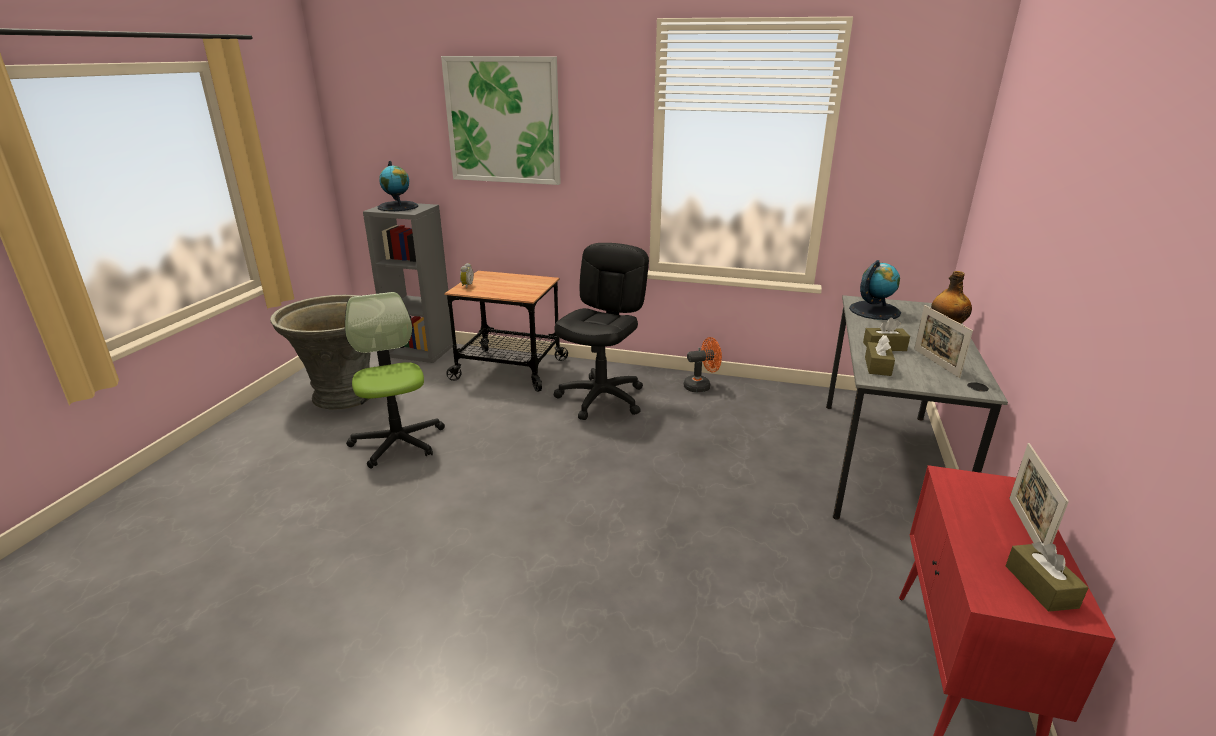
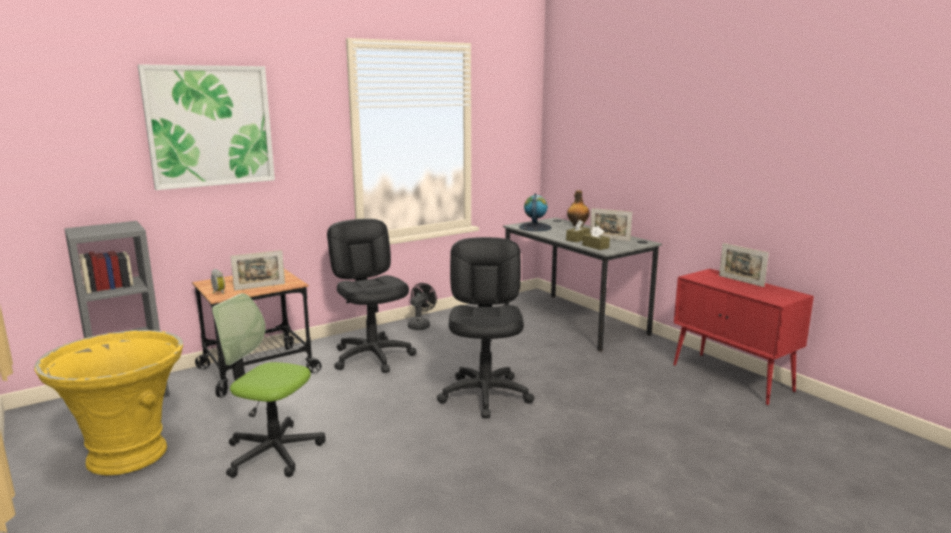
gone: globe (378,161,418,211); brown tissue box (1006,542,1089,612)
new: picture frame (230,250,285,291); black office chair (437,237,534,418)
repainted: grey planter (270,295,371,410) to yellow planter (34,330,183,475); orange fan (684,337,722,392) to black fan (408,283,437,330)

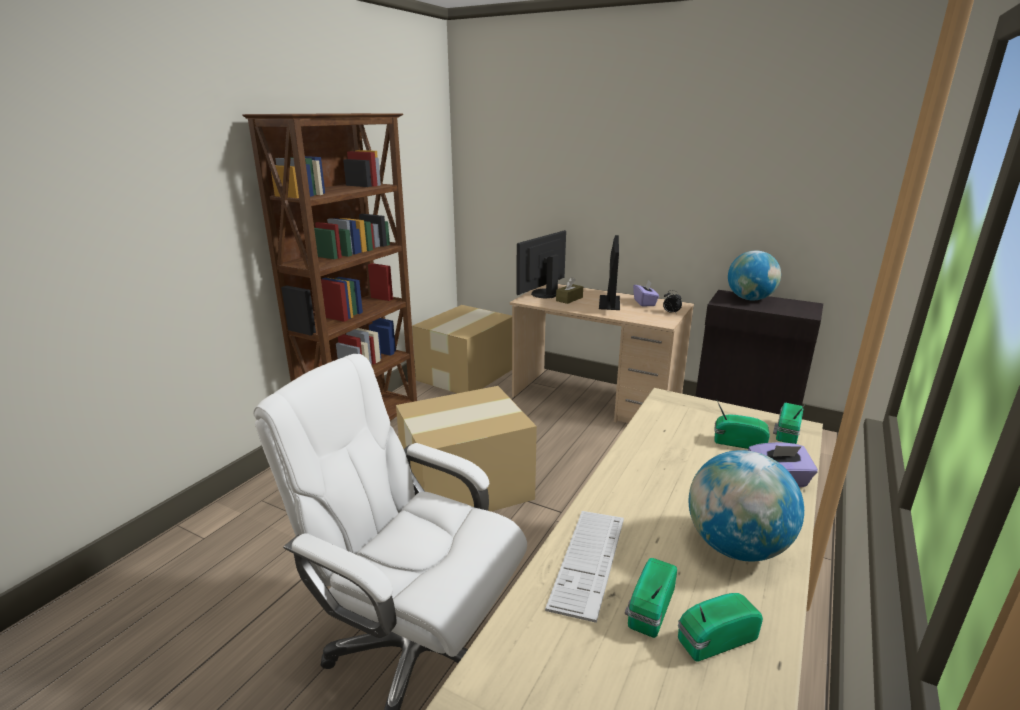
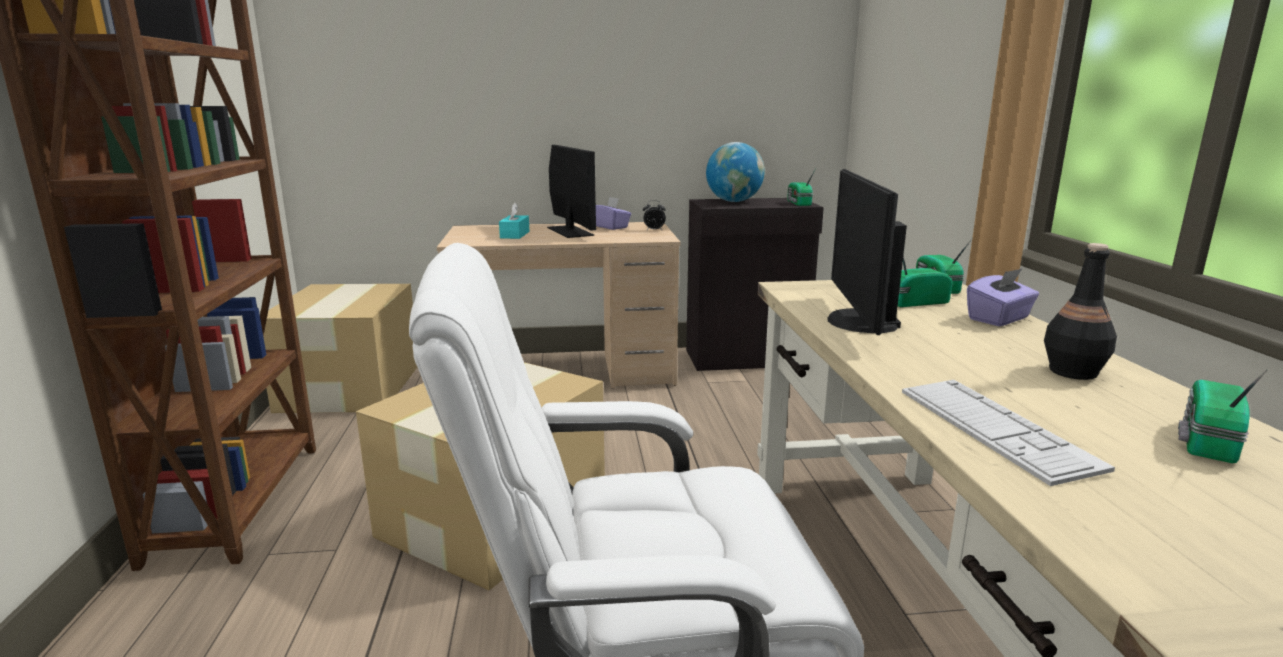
shifted: radio (625,558,677,638) to (787,170,815,206); monitor (516,230,566,299) to (827,169,907,335)
swapped: globe (689,450,804,561) to black bottle (1044,243,1117,380)
repainted: brown tissue box (556,277,583,304) to turquoise tissue box (499,202,530,239)

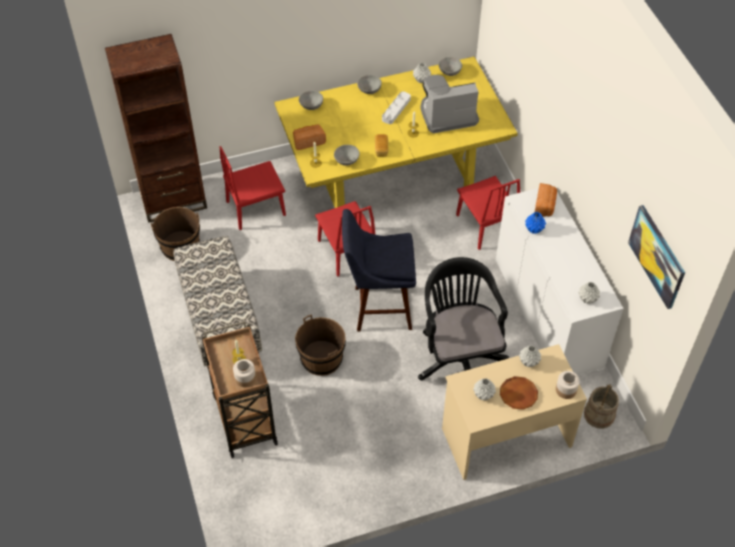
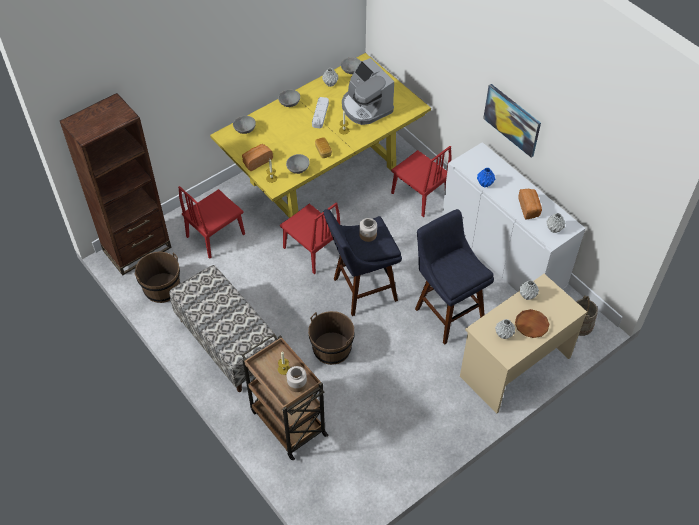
shifted: jar (556,371,580,399) to (359,218,377,242); picture (628,205,685,309) to (483,84,541,157); bread (535,183,557,217) to (518,189,542,219)
swapped: black office chair (418,257,509,380) to blue stool (415,209,494,344)
rotated: coffee machine (420,75,479,133) = (342,58,394,125) 90 degrees counterclockwise

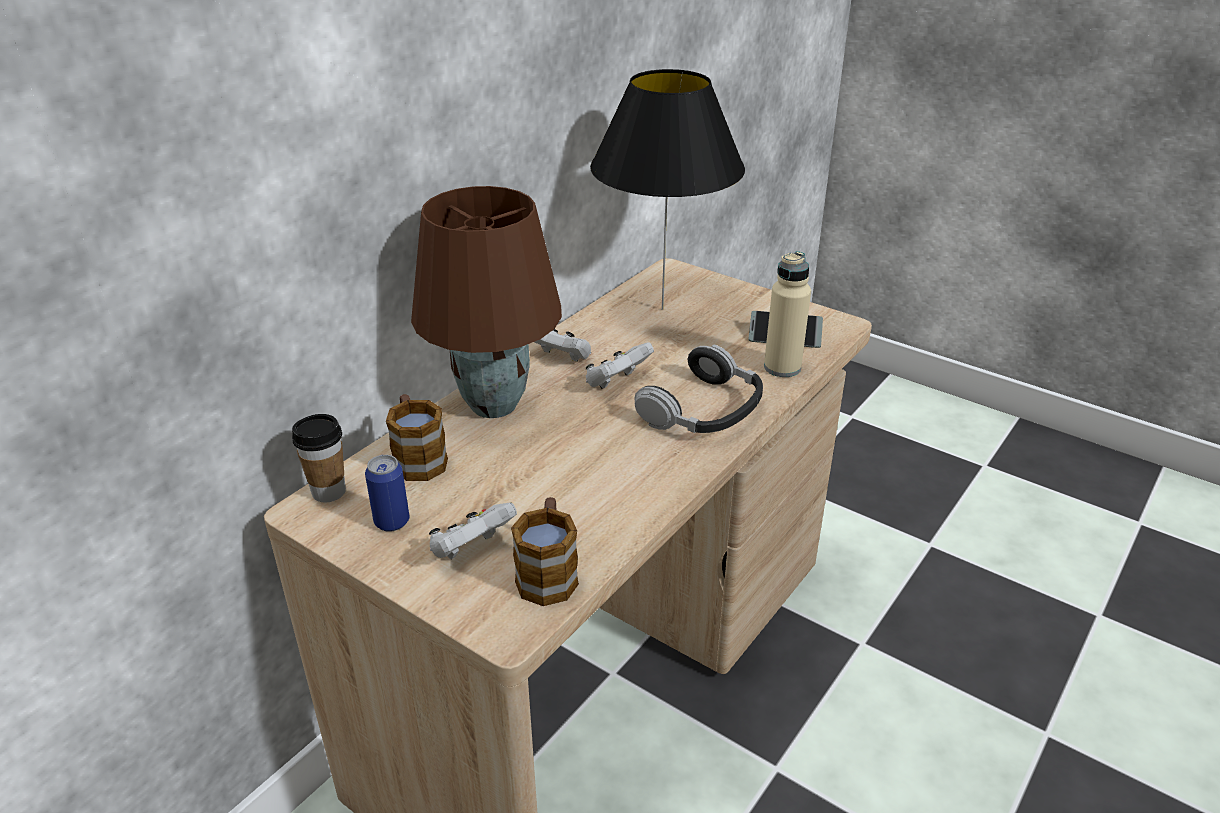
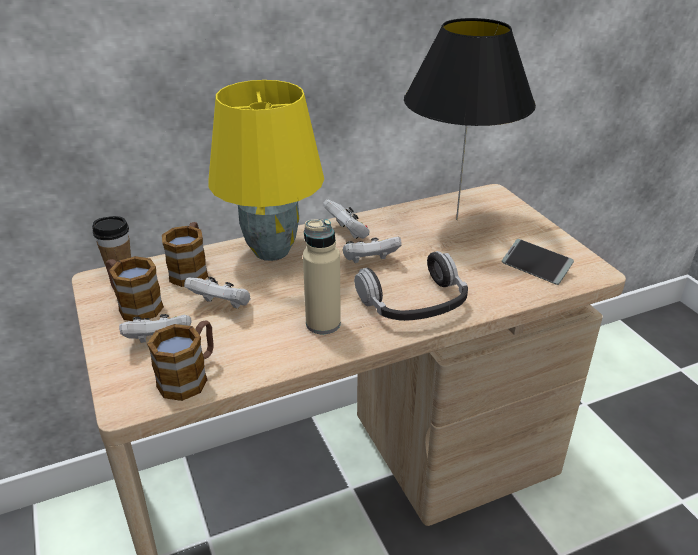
new: white game controller (184,277,251,309)
shifted: beige bottle (764,251,811,377) to (303,219,341,334)
swapped: can (365,455,409,532) to mug (106,256,164,321)
repainted: brown table lamp (411,186,562,418) to yellow table lamp (209,80,324,261)

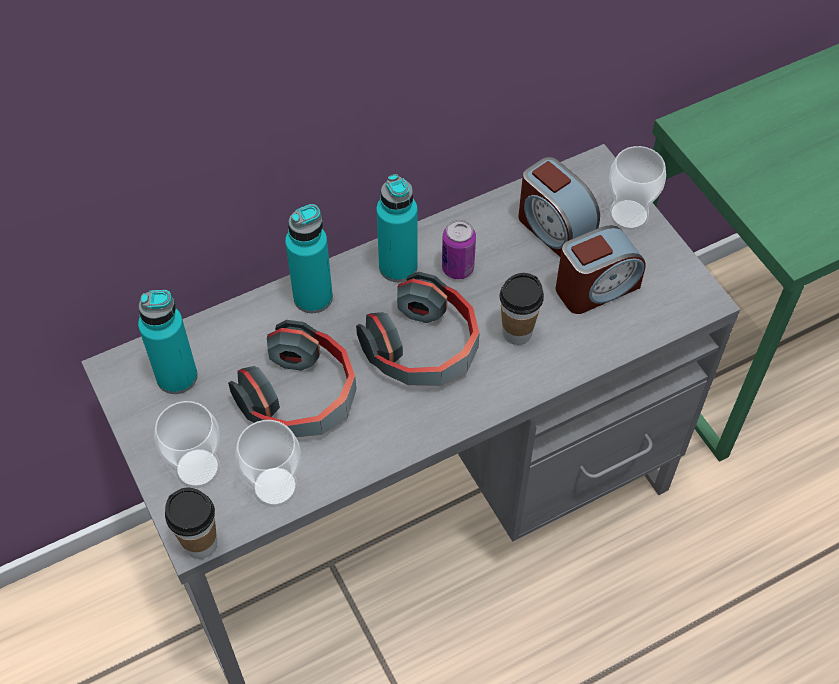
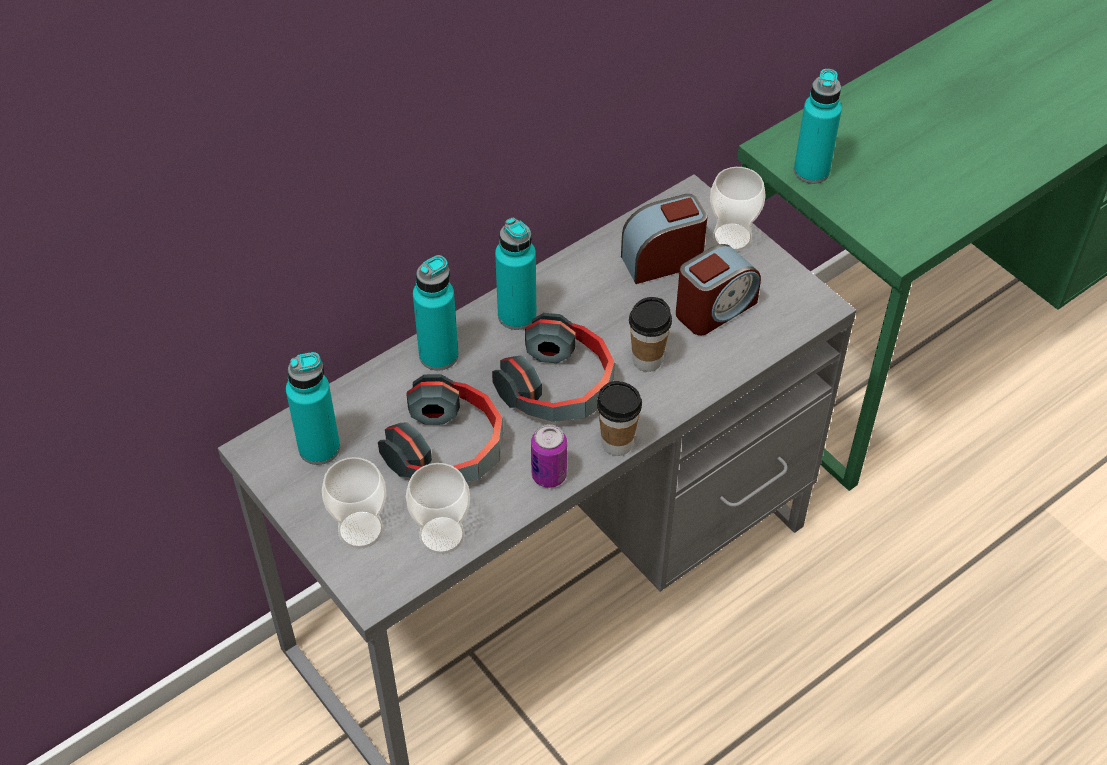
new: turquoise bottle (794,69,842,184)
shifted: can (442,220,476,279) to (531,424,567,488); cup (165,488,217,559) to (597,381,642,456)
rotated: alarm clock (518,157,600,257) = (621,194,708,284) 120 degrees clockwise

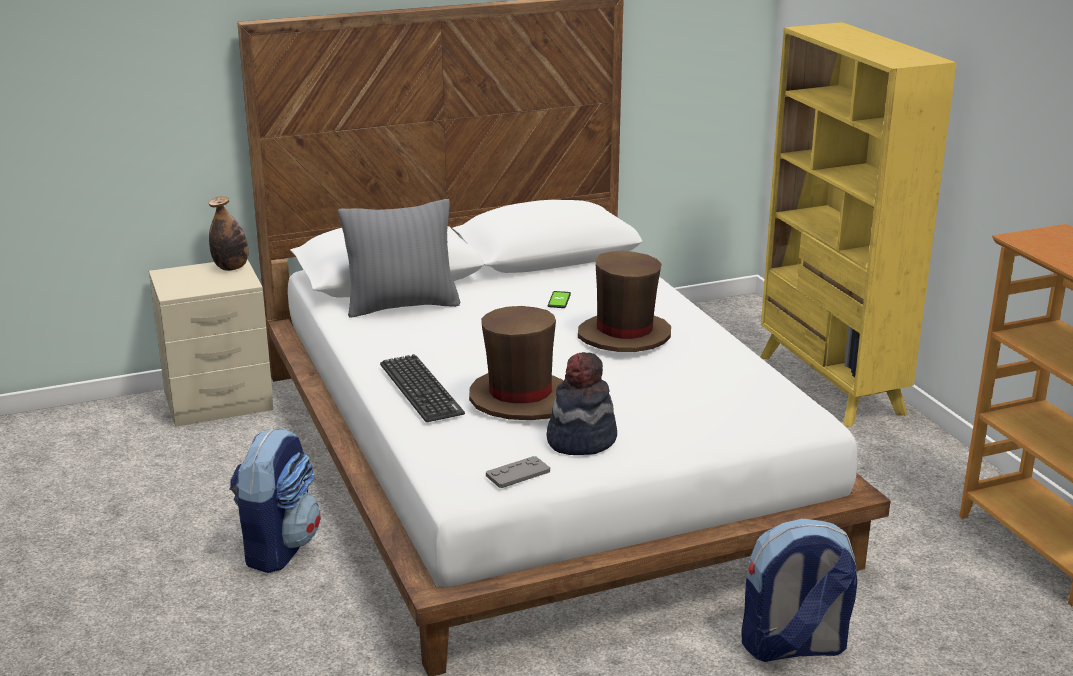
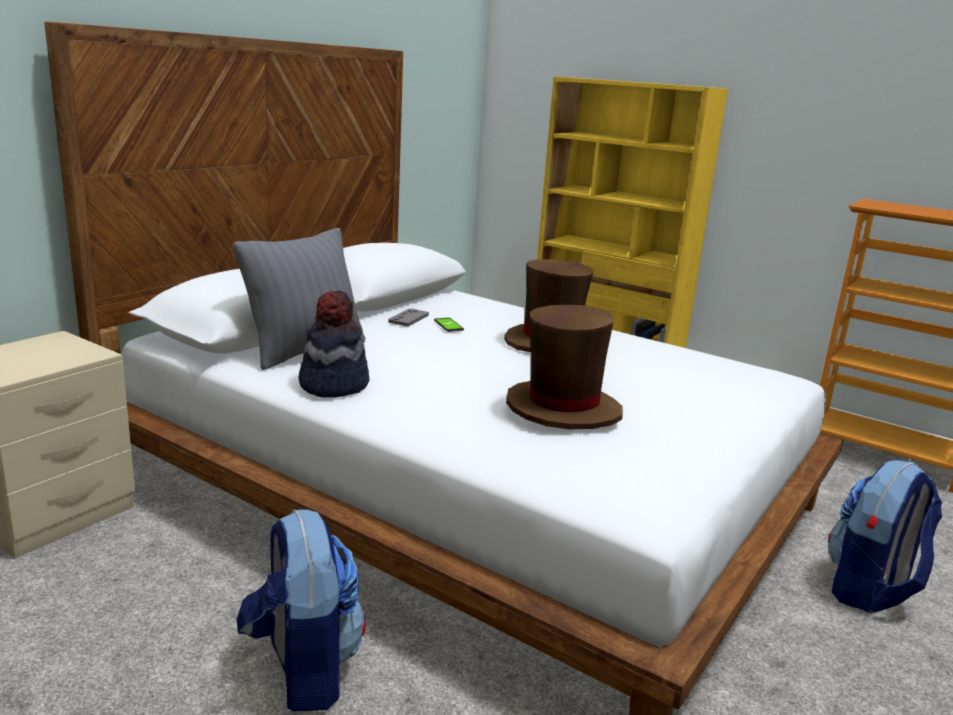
gone: bottle (209,196,248,271); keyboard (380,354,465,422)
shifted: hat (547,352,617,455) to (299,291,370,398); grey game controller (486,456,550,488) to (388,309,429,326)

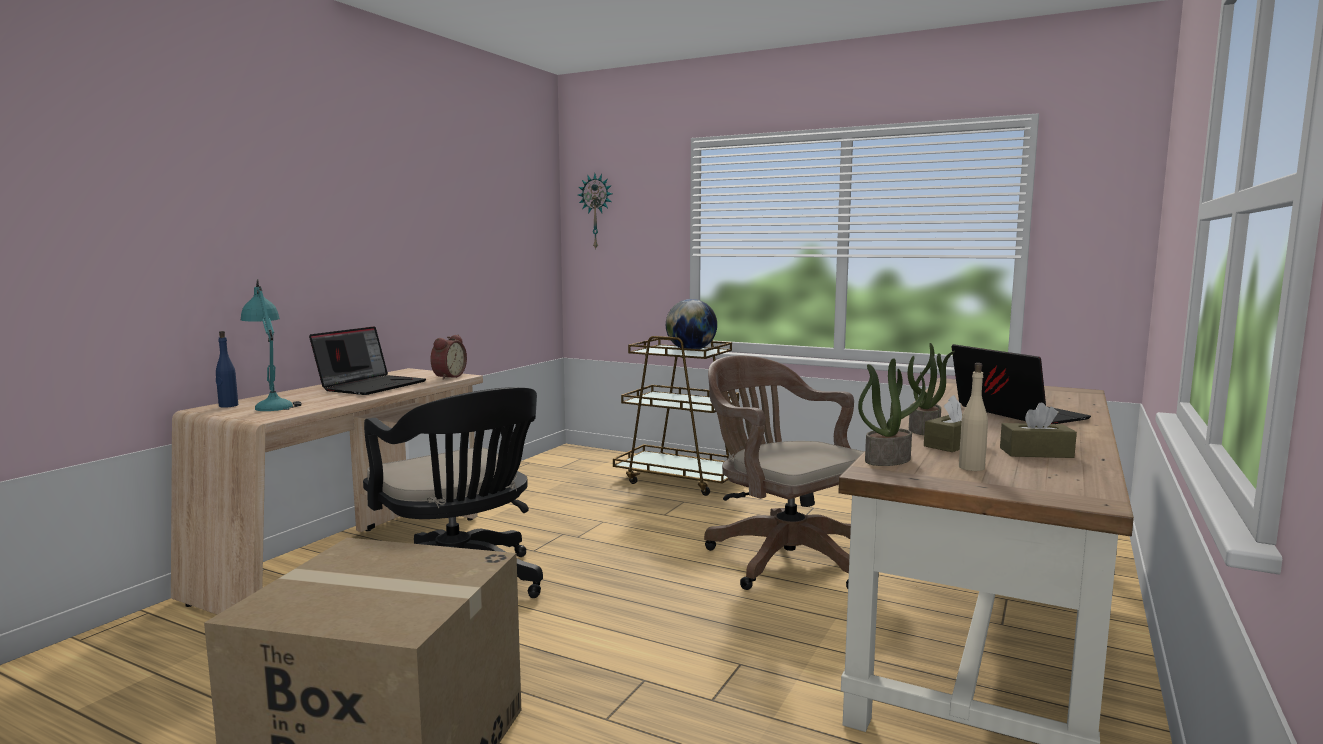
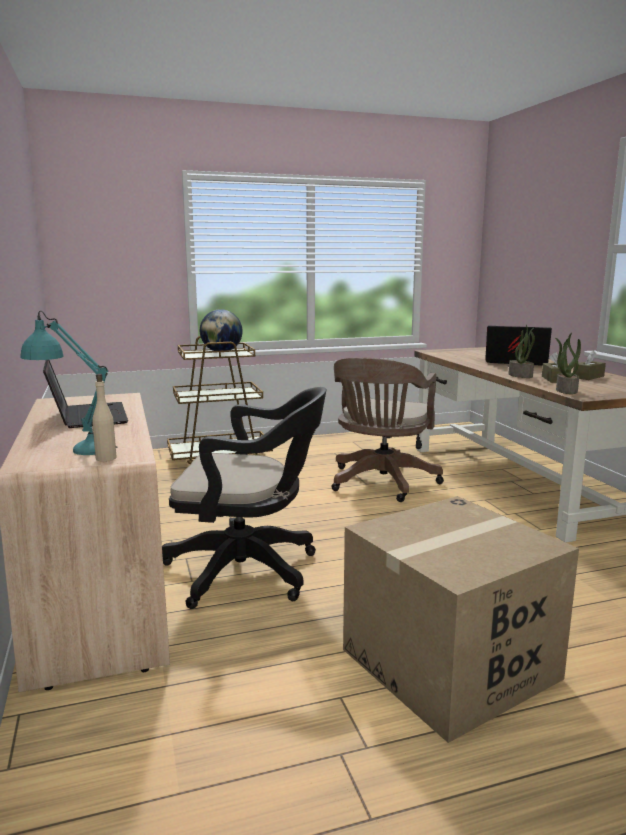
gone: blue bottle (216,331,238,408); alarm clock (430,335,467,380); wall clock (578,173,613,250)
shifted: beige bottle (959,363,988,471) to (92,374,117,462)
rotated: brown office chair (704,355,864,590) = (332,357,444,502) 75 degrees counterclockwise

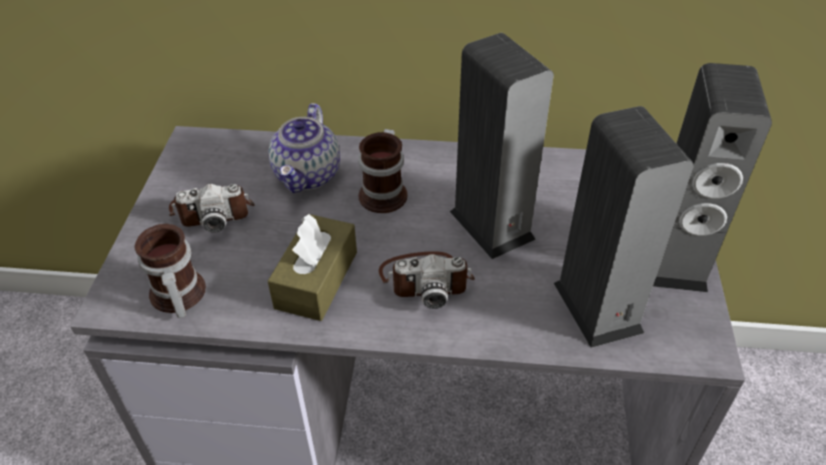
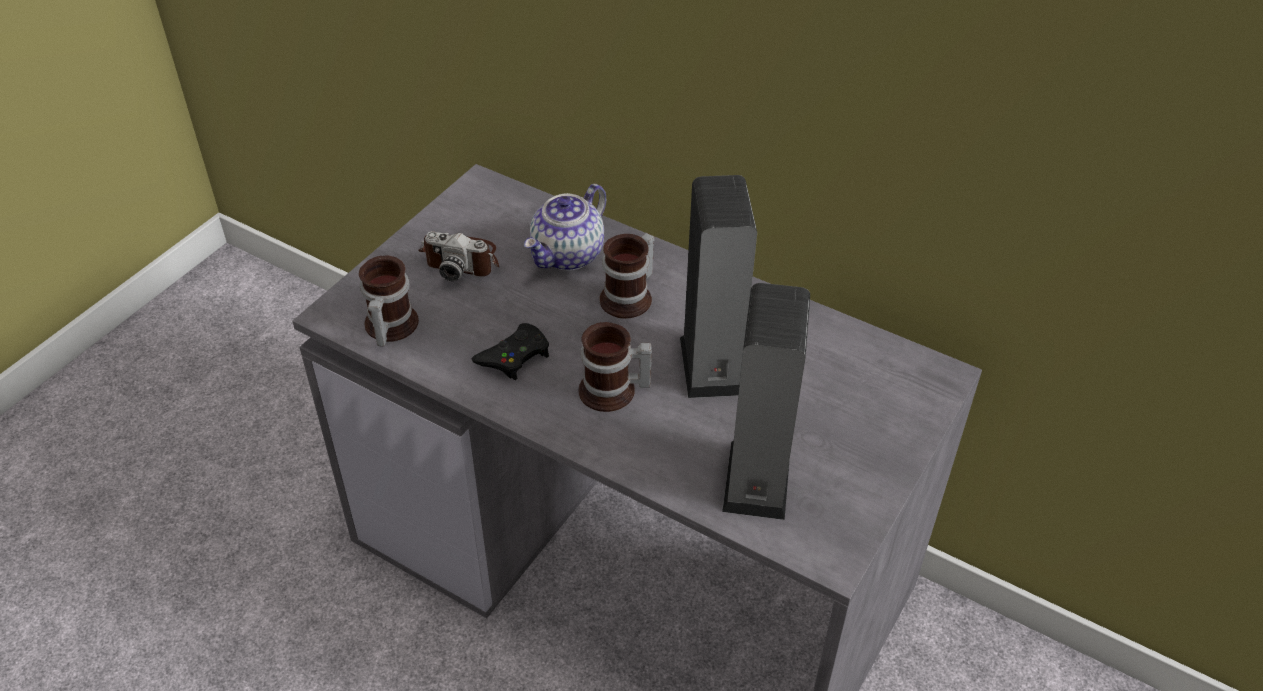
gone: speaker (653,63,772,292)
swapped: brown tissue box (268,214,357,321) to black game controller (472,323,549,380); photo camera (379,251,475,309) to mug (578,322,652,412)

